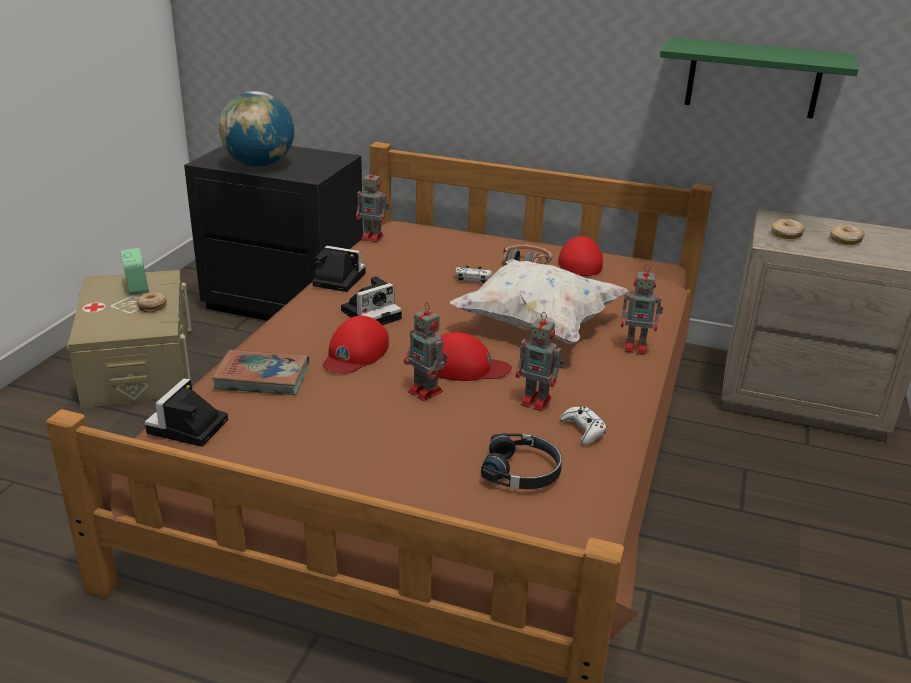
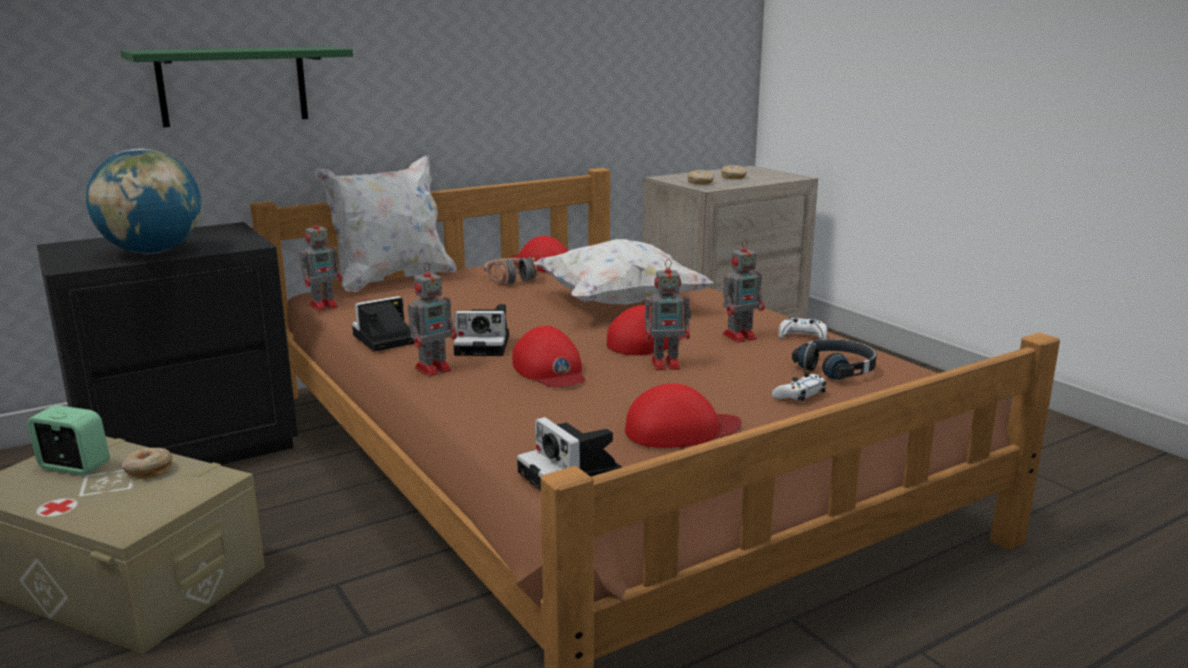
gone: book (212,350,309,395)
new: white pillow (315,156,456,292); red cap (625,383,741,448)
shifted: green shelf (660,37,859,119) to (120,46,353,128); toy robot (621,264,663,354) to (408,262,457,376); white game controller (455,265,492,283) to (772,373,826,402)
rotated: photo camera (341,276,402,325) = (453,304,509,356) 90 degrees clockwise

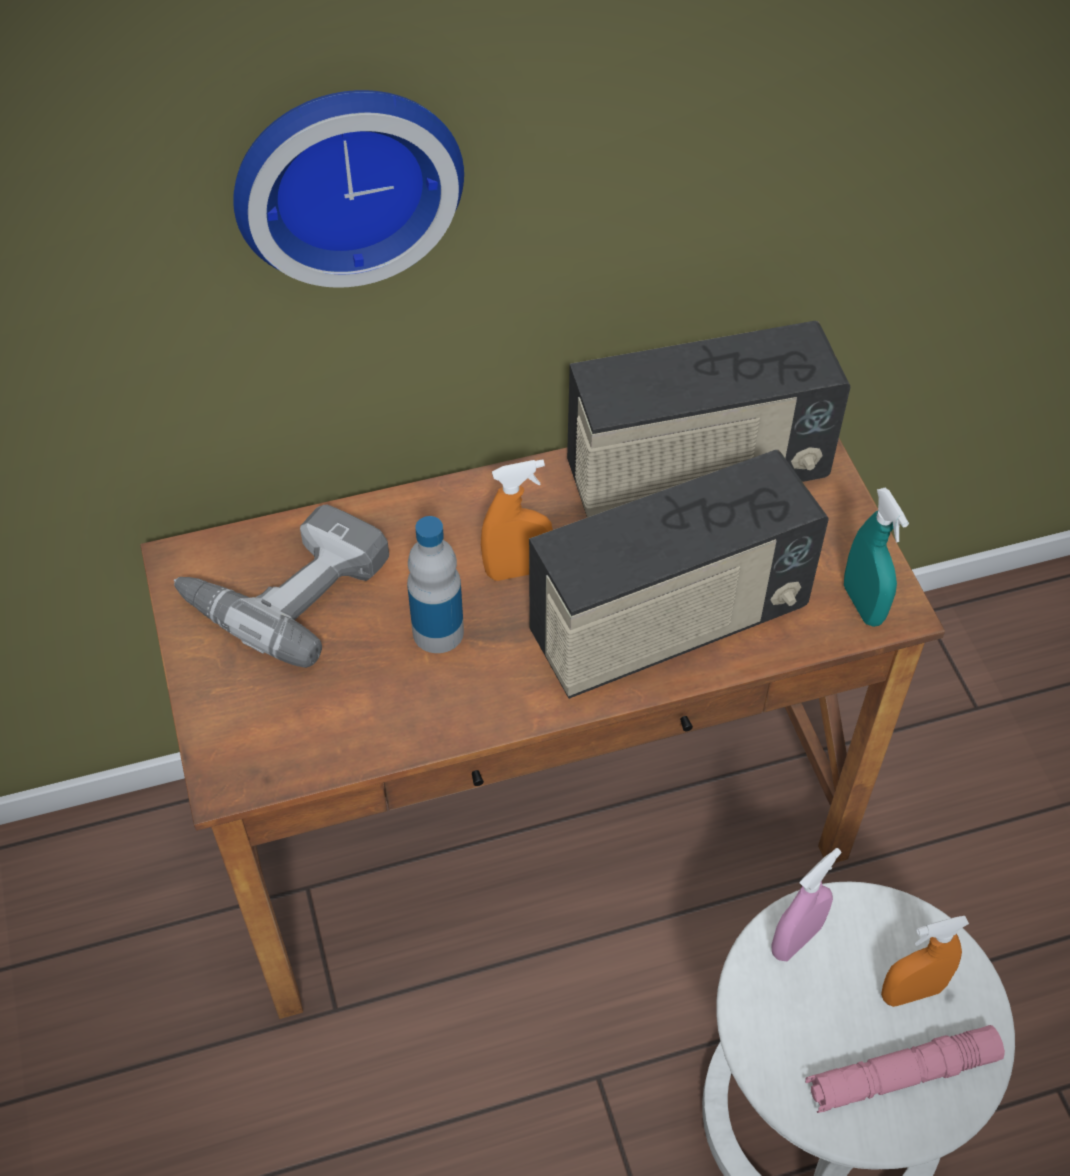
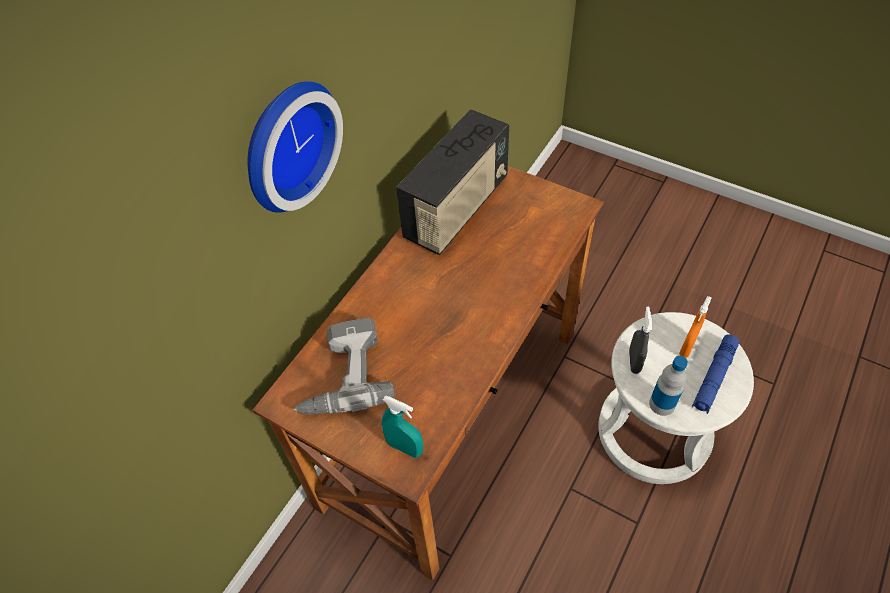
gone: orange spray bottle (481,459,553,581); radio (529,450,829,699)
shifted: turquoise spray bottle (844,488,909,627) to (382,395,423,458); bottle (407,516,464,653) to (649,356,688,416)
repainted: pink spray bottle (772,848,841,961) to grey spray bottle (629,307,652,374); pink flashlight (805,1025,1005,1113) to blue flashlight (692,335,739,414)

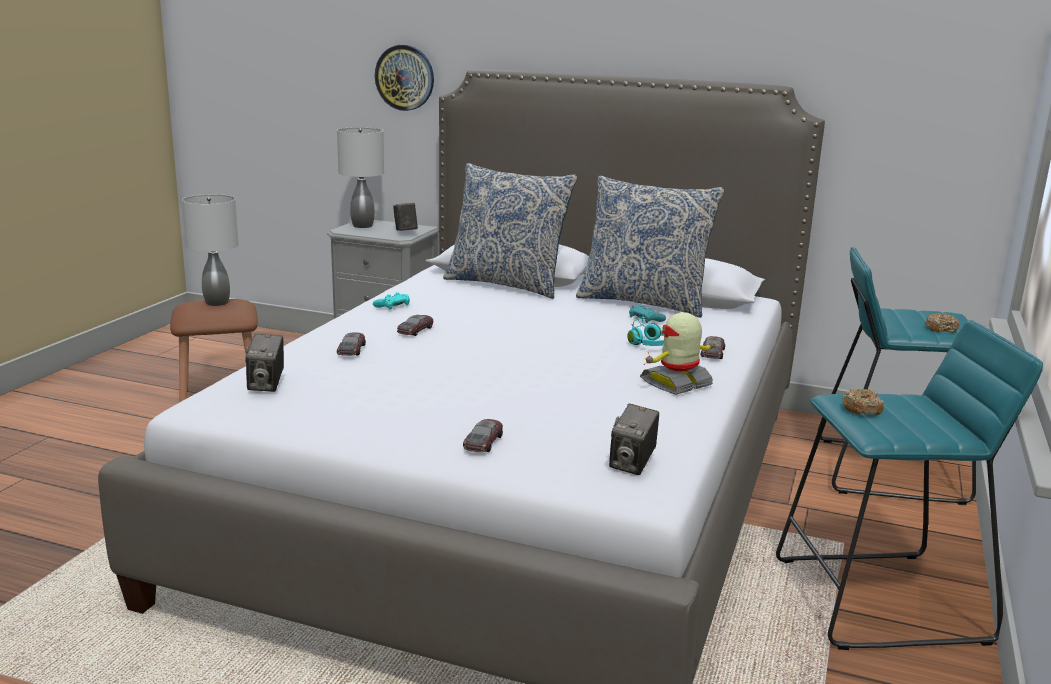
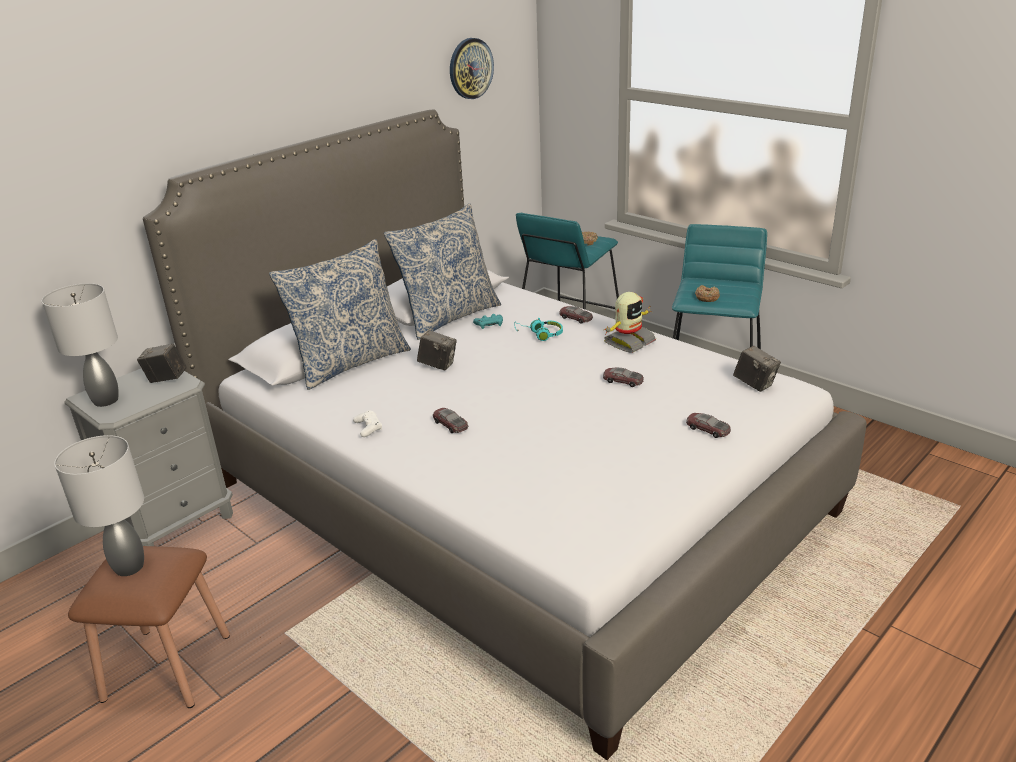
shifted: photo camera (245,333,284,392) to (417,330,457,370); wall clock (375,45,434,111) to (450,38,494,99); toy car (337,332,366,356) to (603,368,644,387)
repainted: turquoise game controller (373,292,410,310) to white game controller (353,411,382,437)
rotated: toy robot (640,312,719,395) = (604,292,656,353) 120 degrees counterclockwise

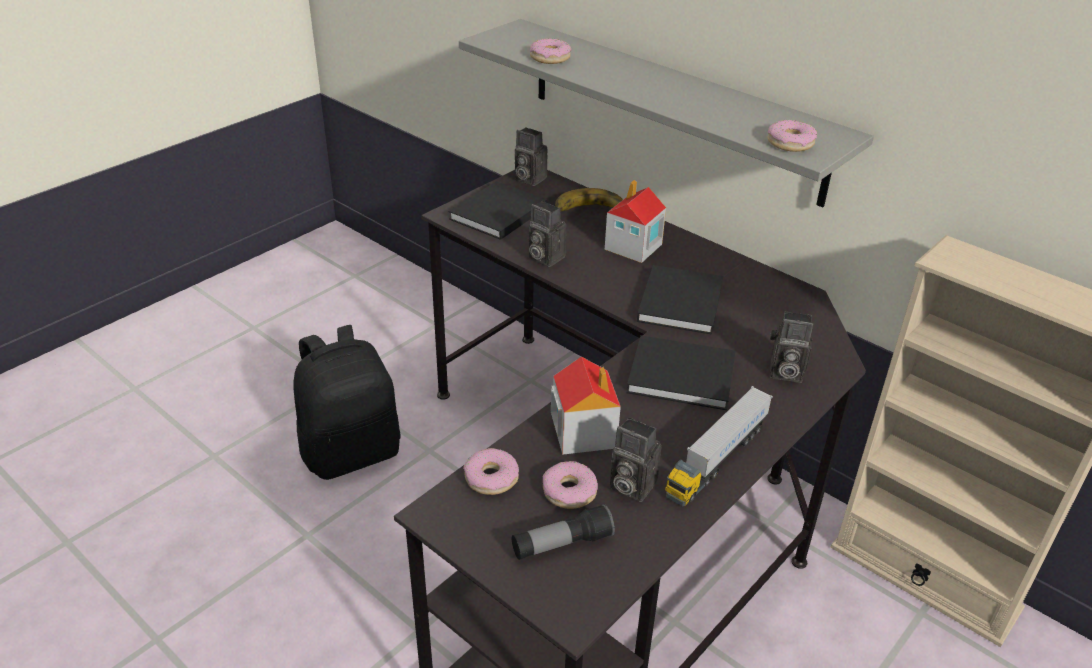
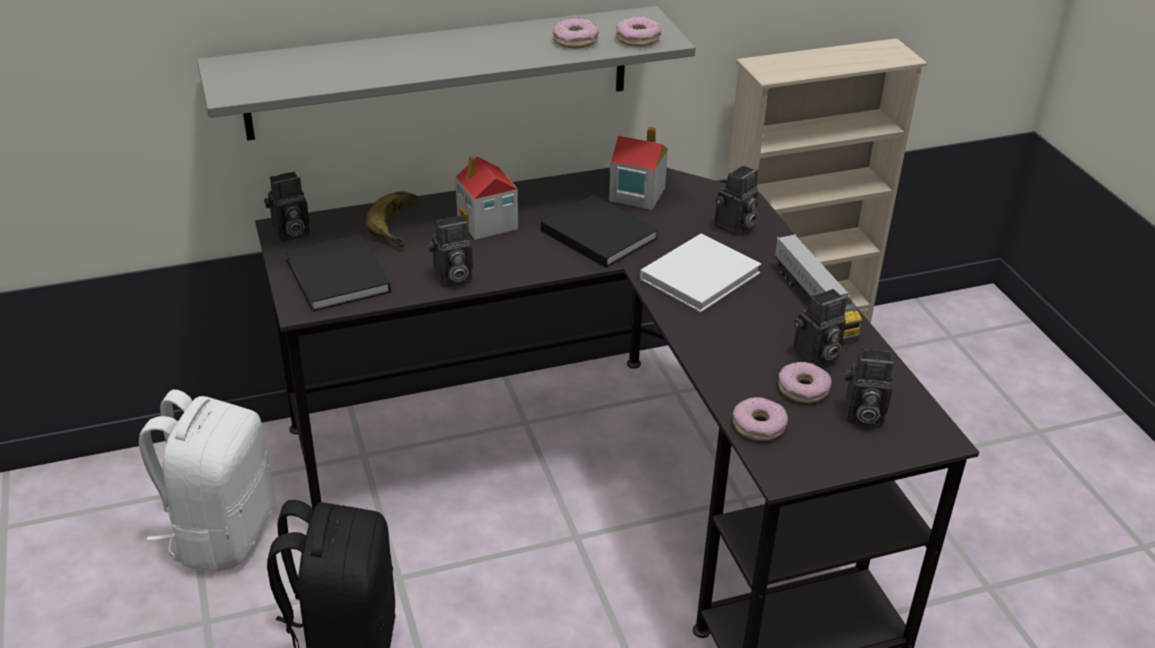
new: white backpack (139,390,275,571)
shifted: donut (530,38,571,64) to (553,18,599,48); toy house (551,356,621,455) to (609,127,668,210)
swapped: flashlight (512,504,615,560) to photo camera (845,349,894,427)
repainted: black book (626,335,735,410) to white book (640,234,761,313)

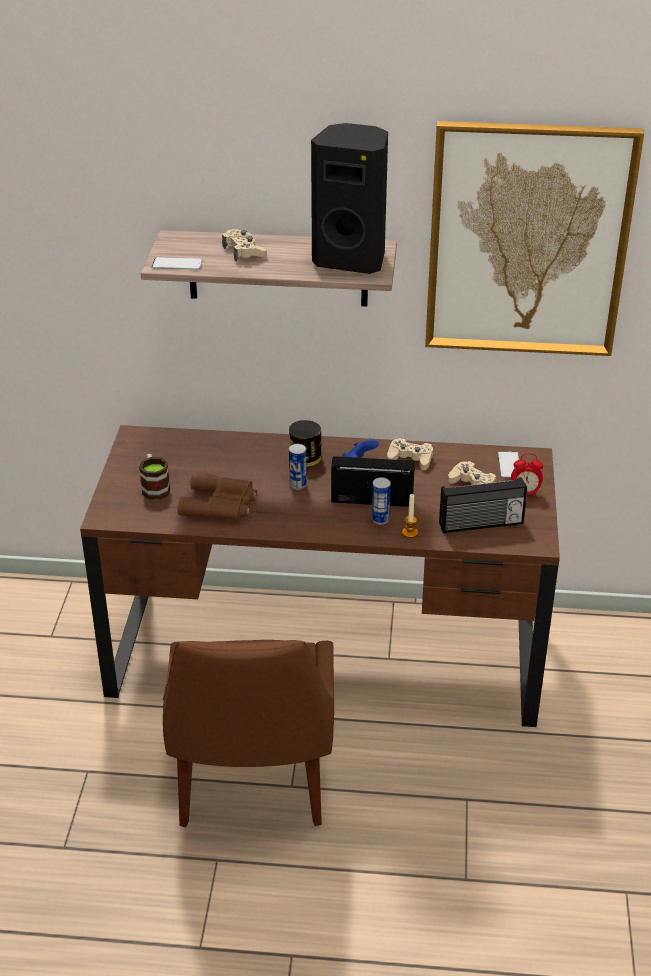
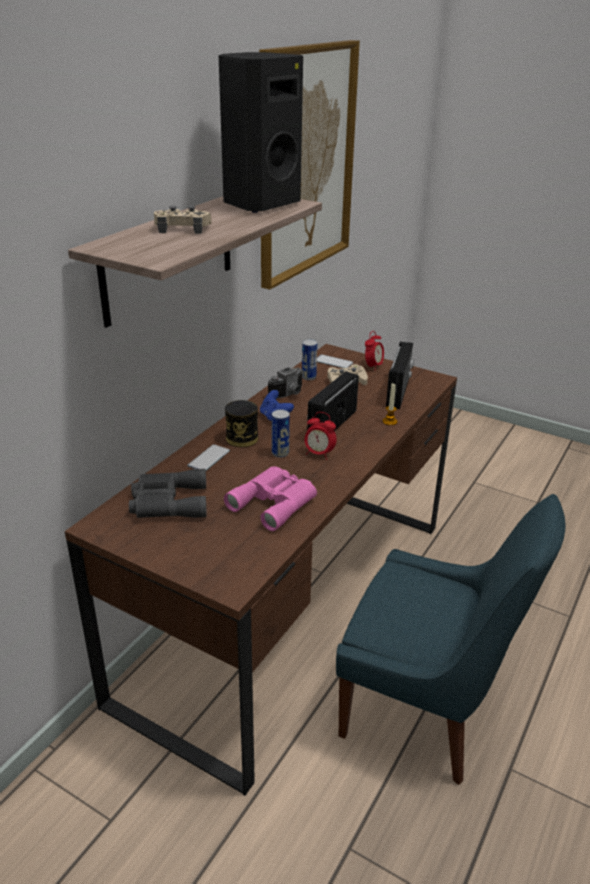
gone: mug (139,454,170,500)
new: grey binoculars (129,469,207,518); alarm clock (305,412,337,460)
shifted: phone (152,257,203,270) to (187,444,230,471); can (372,477,391,525) to (302,339,317,380)
swapped: beige game controller (387,438,433,471) to photo camera (268,367,302,399)
repainted: brown binoculars (178,471,257,521) to pink binoculars (224,467,317,531); brown chair (163,640,334,827) to blue chair (336,494,566,785)

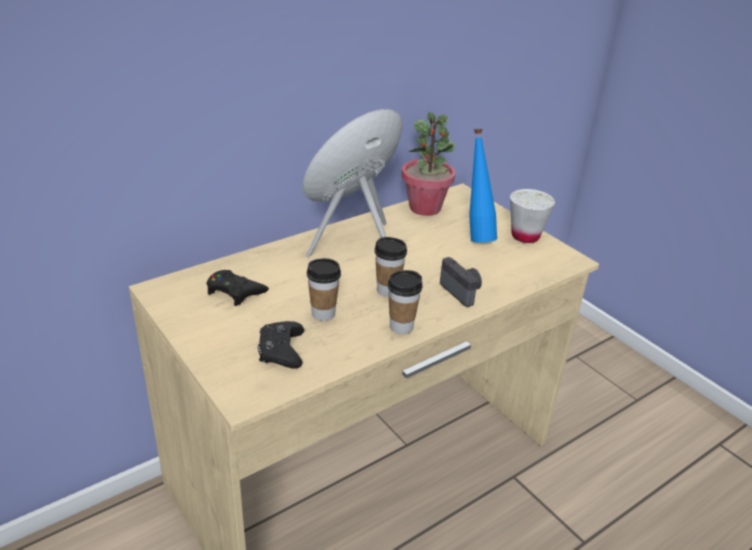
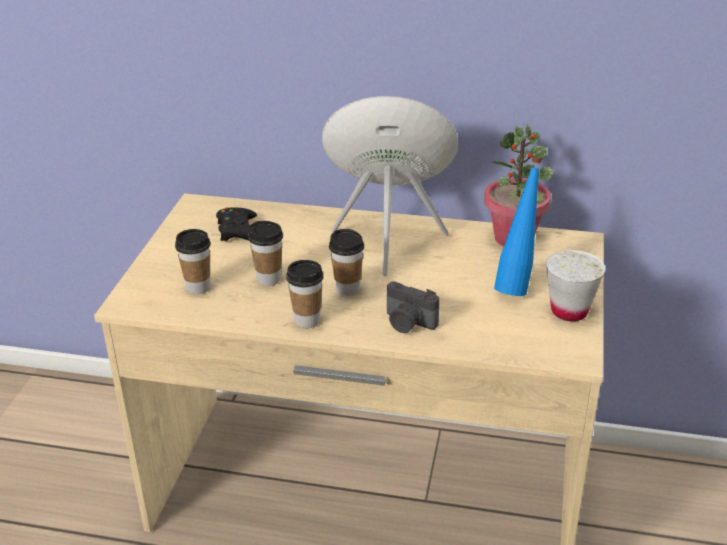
swapped: black game controller (258,321,304,369) to cup (175,229,211,294)
rotated: photo camera (440,257,482,307) = (387,281,439,333) 105 degrees clockwise

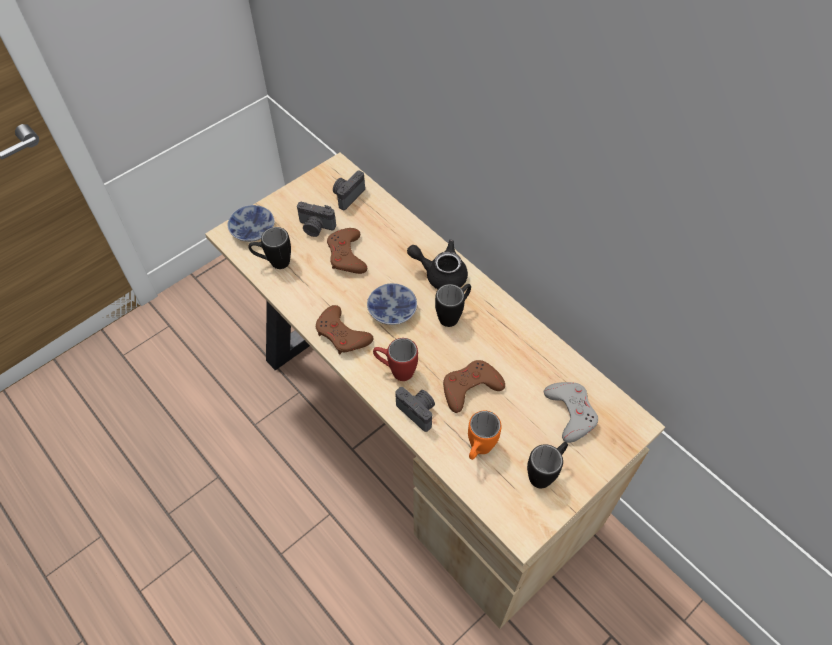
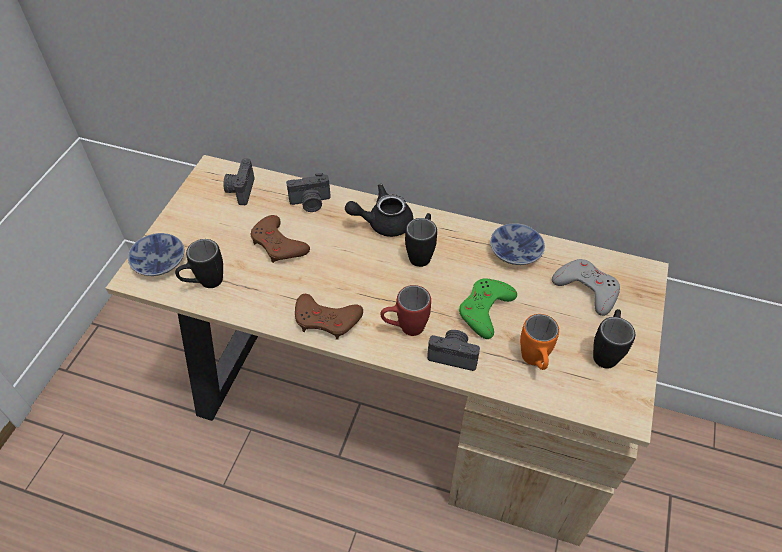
shifted: photo camera (297,202,336,237) to (286,173,331,212); bowl (367,283,417,325) to (490,223,545,265)
repainted: brown game controller (443,360,505,413) to green game controller (459,278,517,339)

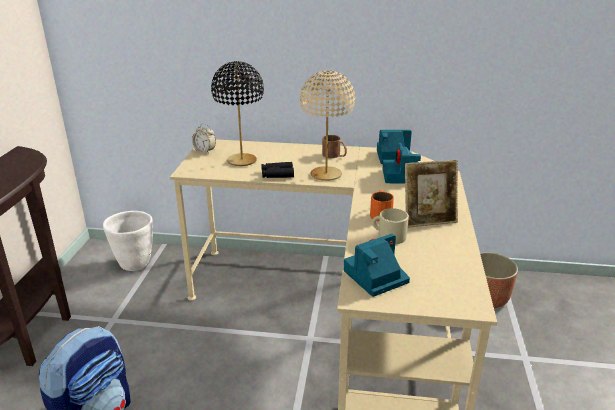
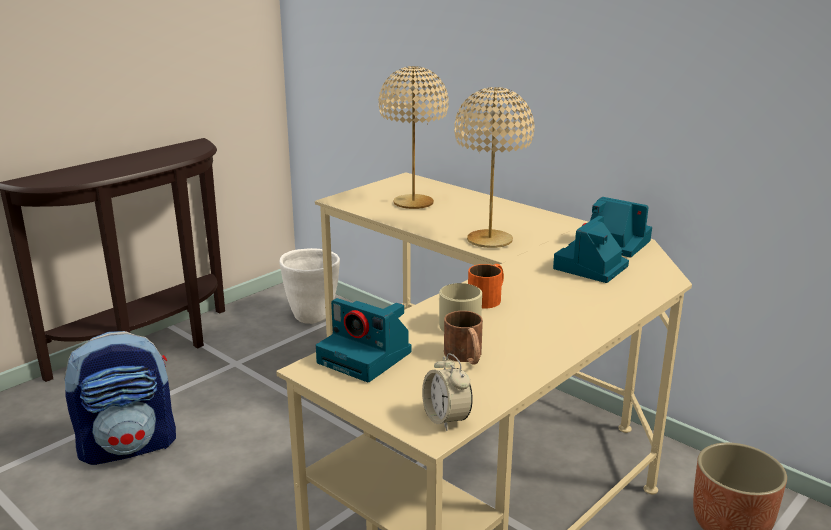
gone: black binoculars (261,162,294,178); picture frame (405,160,458,228)
shifted: alarm clock (192,123,216,154) to (422,353,473,431); brown mug (322,135,347,158) to (444,311,483,365)
repainted: black table lamp (211,61,264,166) to beige table lamp (378,66,449,209)
rotated: photo camera (344,234,410,297) = (316,298,412,382) 150 degrees counterclockwise

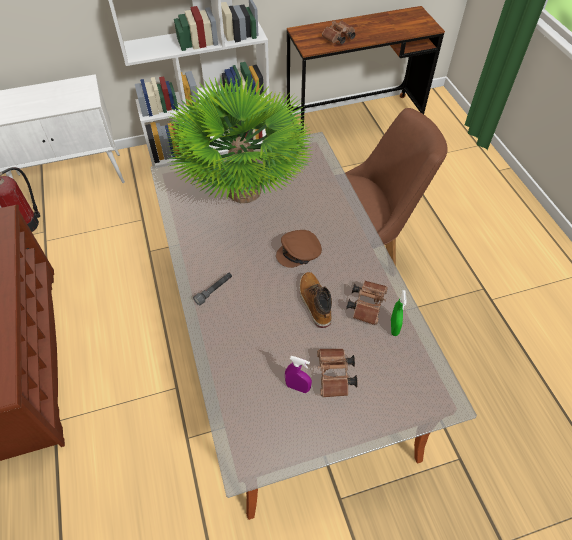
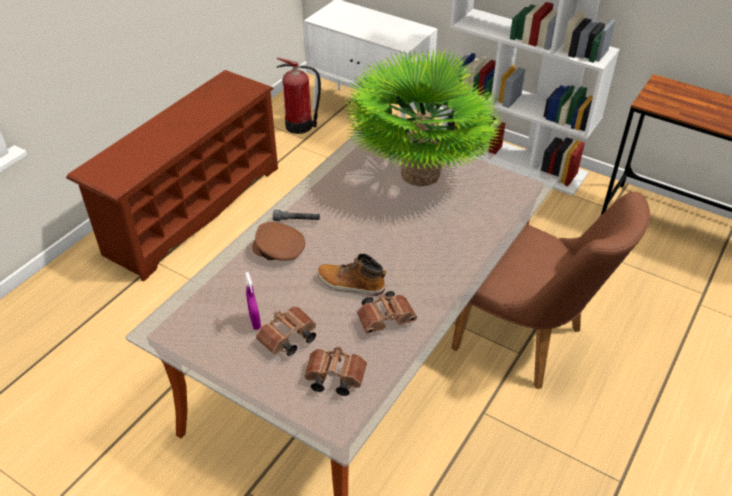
gone: green spray bottle (391,290,407,336)
shifted: brown cap (276,230,322,268) to (252,222,305,261); brown binoculars (322,20,355,44) to (304,346,367,396)
rotated: boot (299,272,332,328) = (317,254,386,296) 105 degrees counterclockwise

